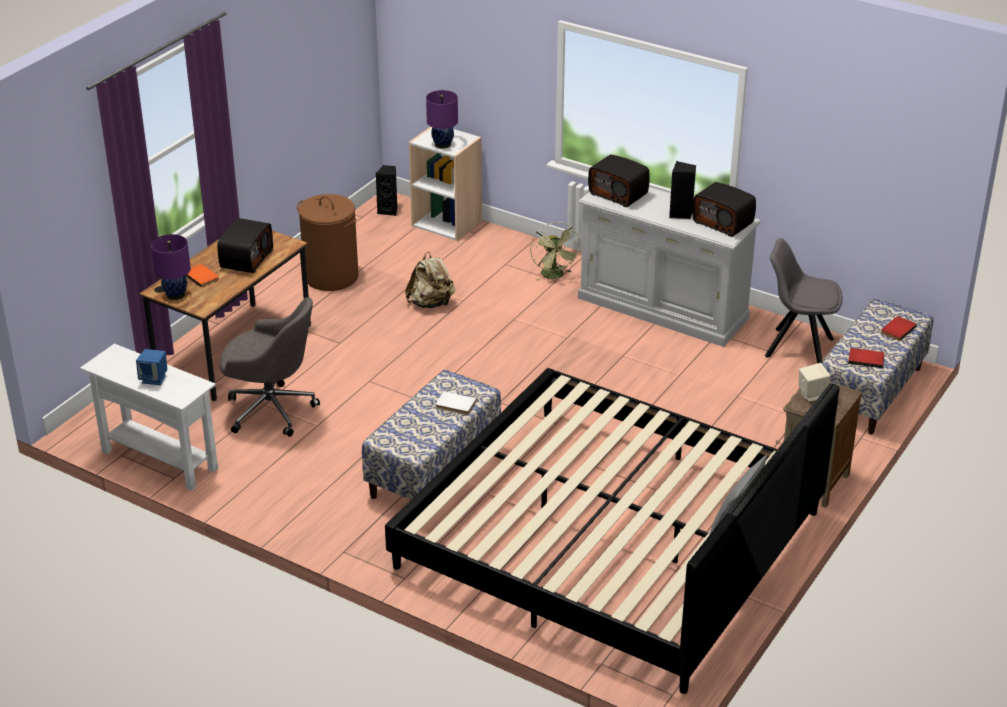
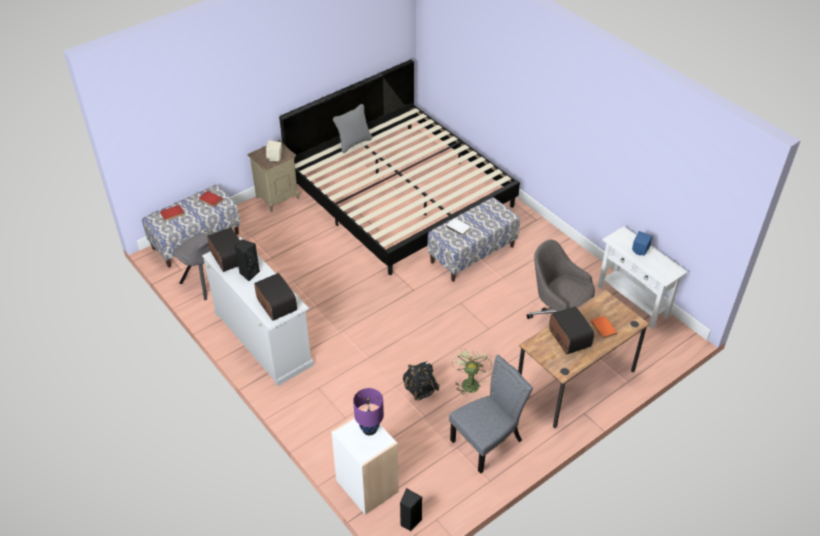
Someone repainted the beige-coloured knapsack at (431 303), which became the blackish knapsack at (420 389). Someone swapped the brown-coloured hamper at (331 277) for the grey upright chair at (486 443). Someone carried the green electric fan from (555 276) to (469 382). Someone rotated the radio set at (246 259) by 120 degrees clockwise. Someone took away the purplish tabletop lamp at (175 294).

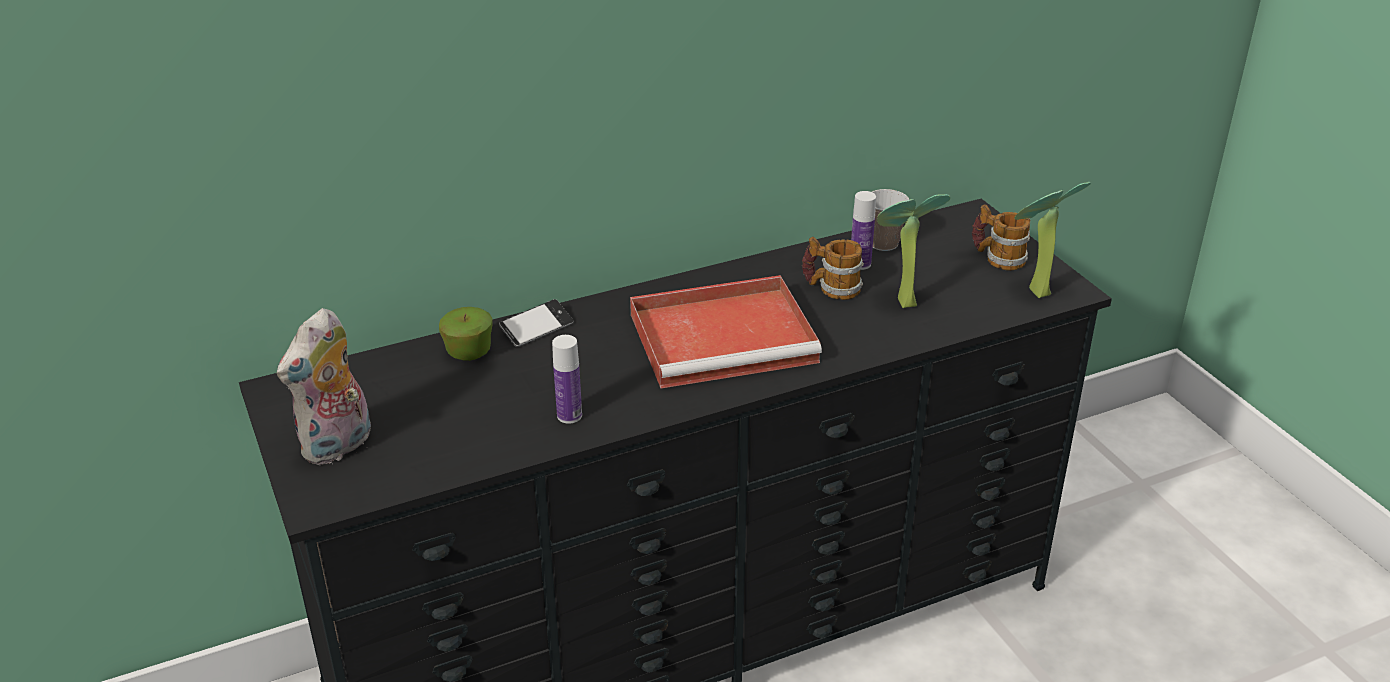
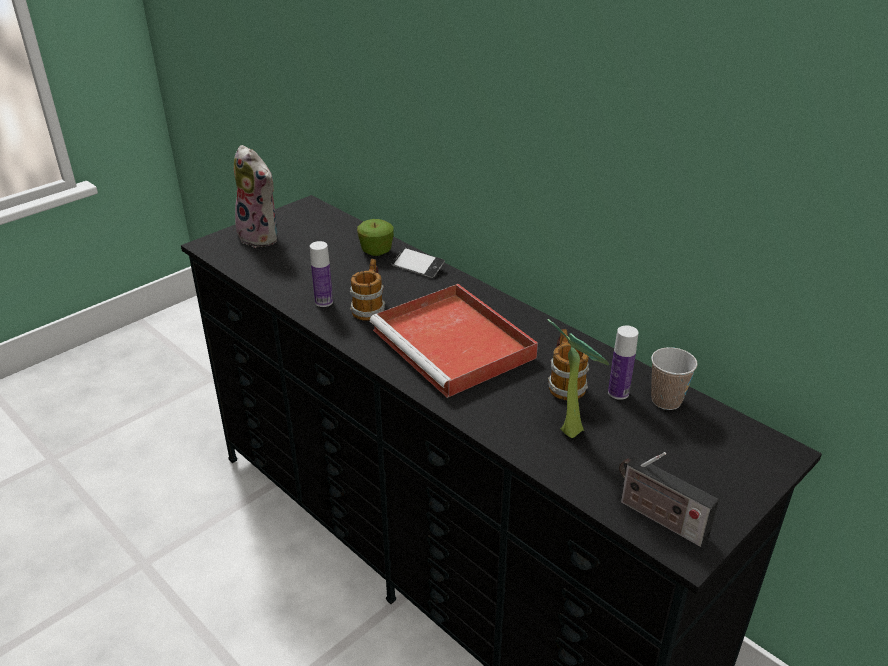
Someone rotated the plush toy at (338 446) by 150 degrees counterclockwise. Someone carried the coffee mug from (997 258) to (370 308). Someone swapped the plant in a pot at (1033 292) for the radio set at (658 518).

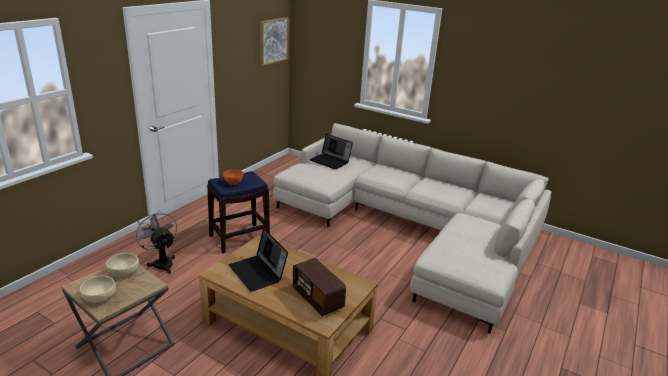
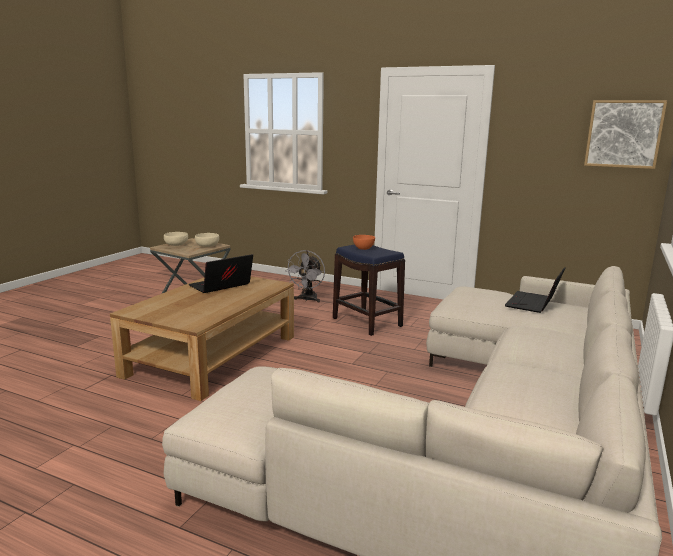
Someone rotated the grey electric fan at (161 262) by 150 degrees clockwise. Someone took away the radio set at (317 299).

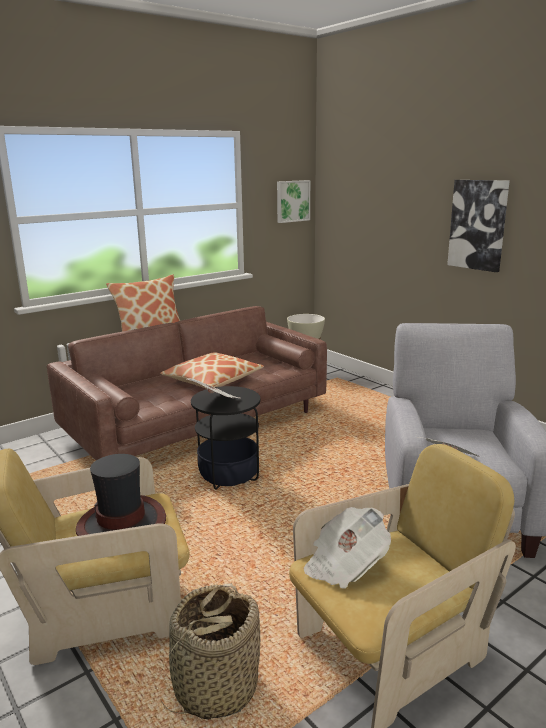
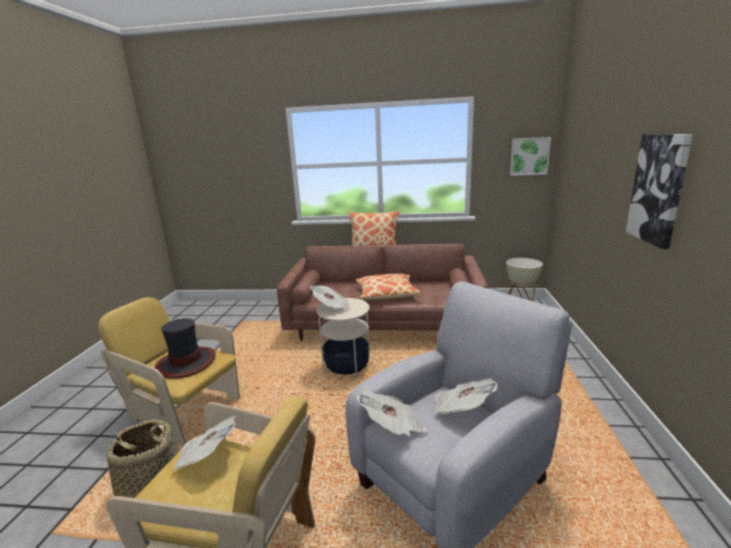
Someone repainted the blackish end table at (229 476), which became the beige-coloured end table at (347 366). Someone put down the newspaper at (461 409).

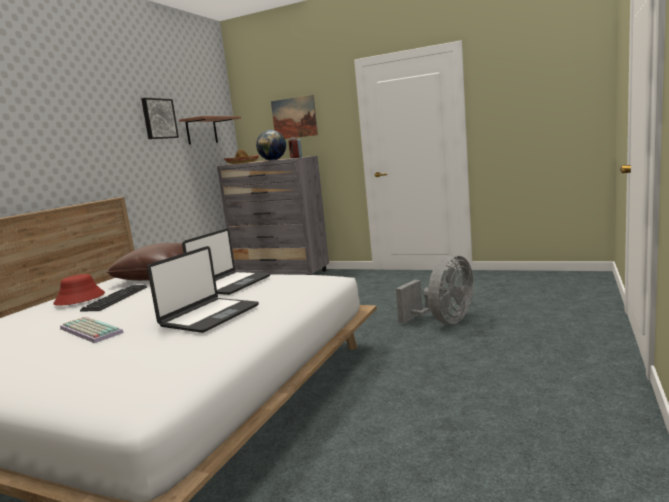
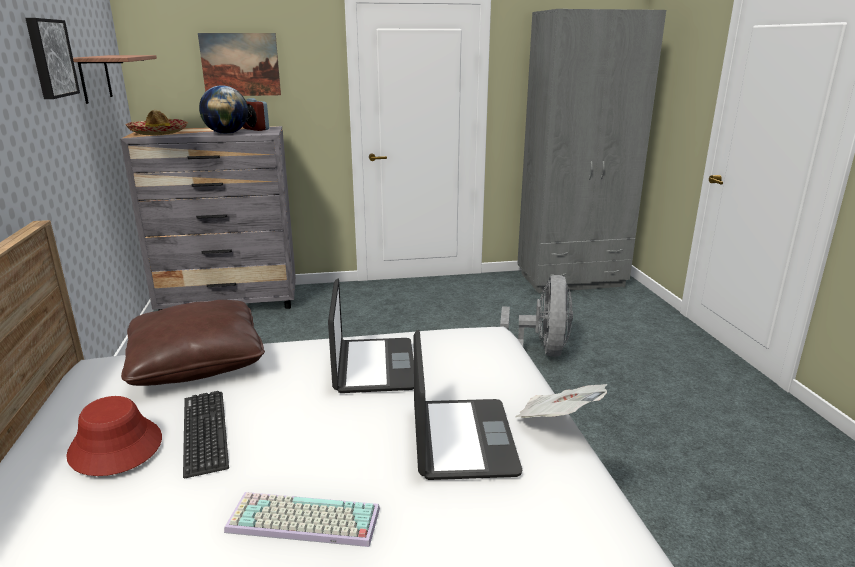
Someone put down the newspaper at (558 421). Someone put down the grey armoire at (572 280).

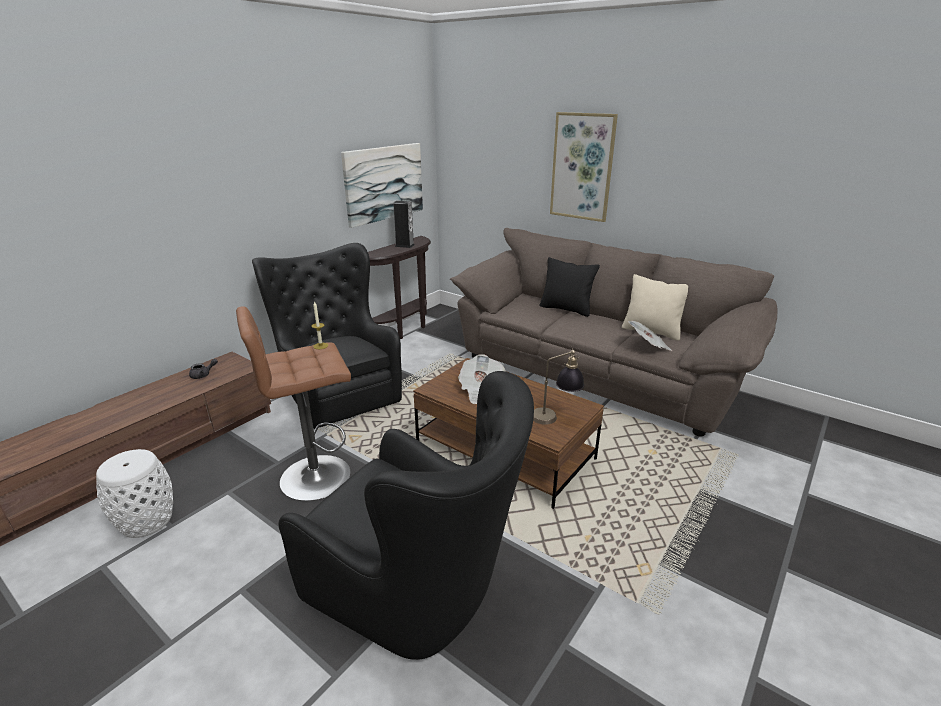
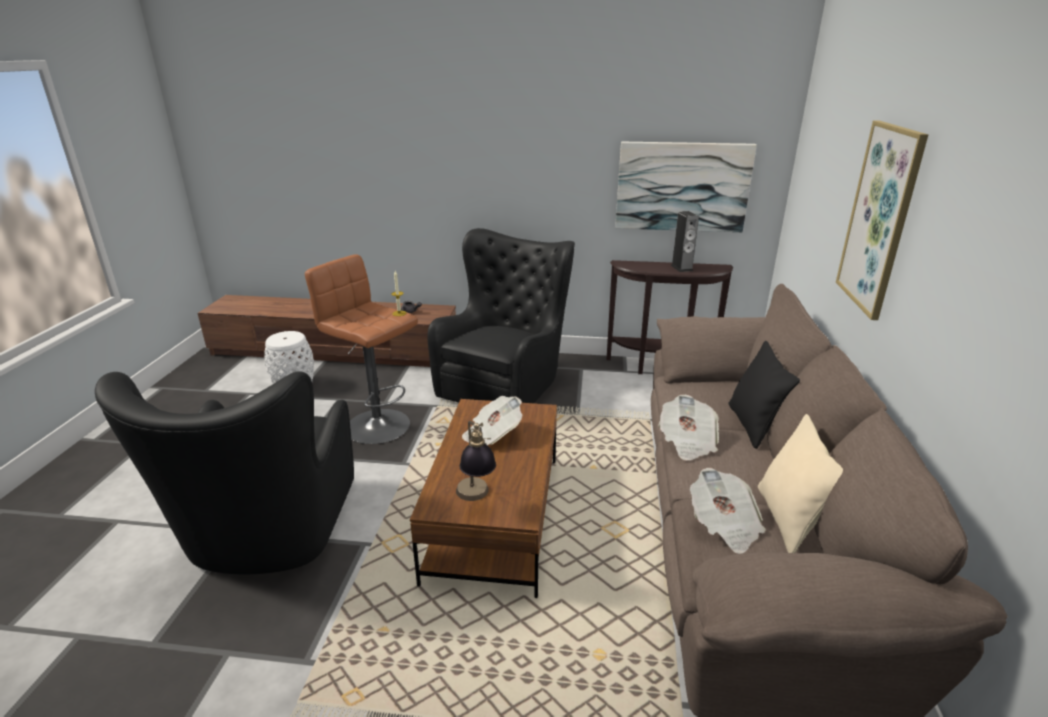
Someone put down the newspaper at (687 442).

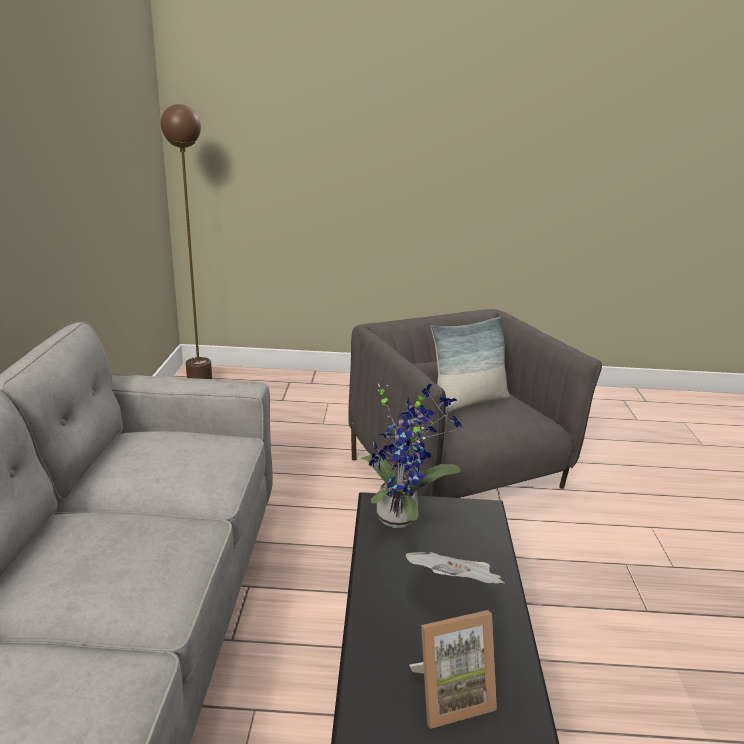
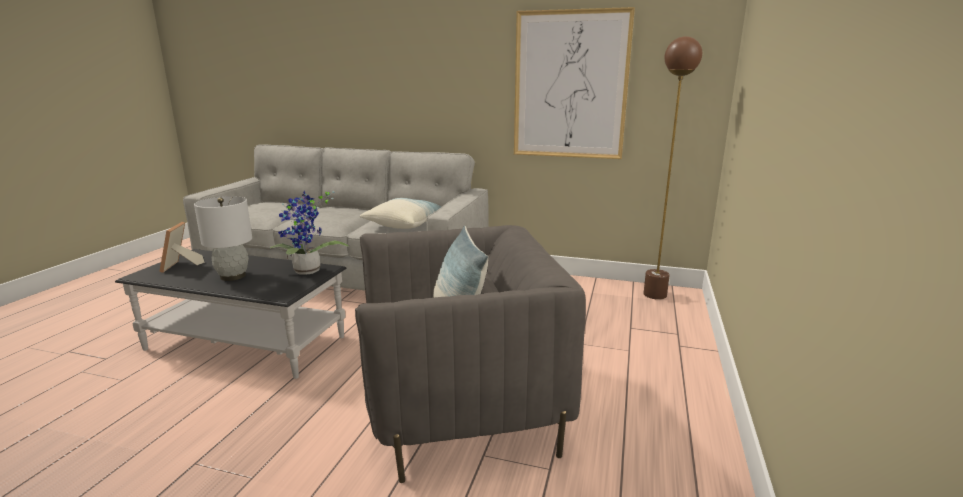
Someone swapped the newspaper at (455 587) for the white tabletop lamp at (233 276). Someone put down the cushion at (405 224). Someone put up the wall picture at (570 86).

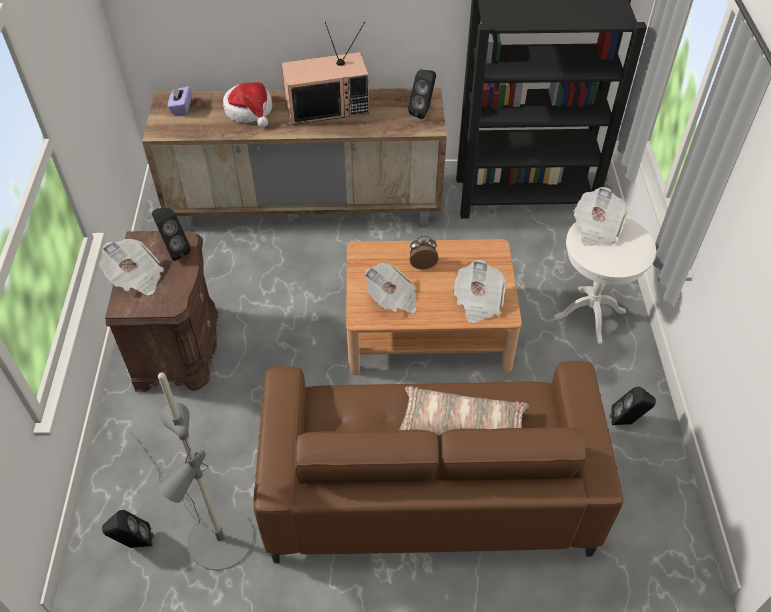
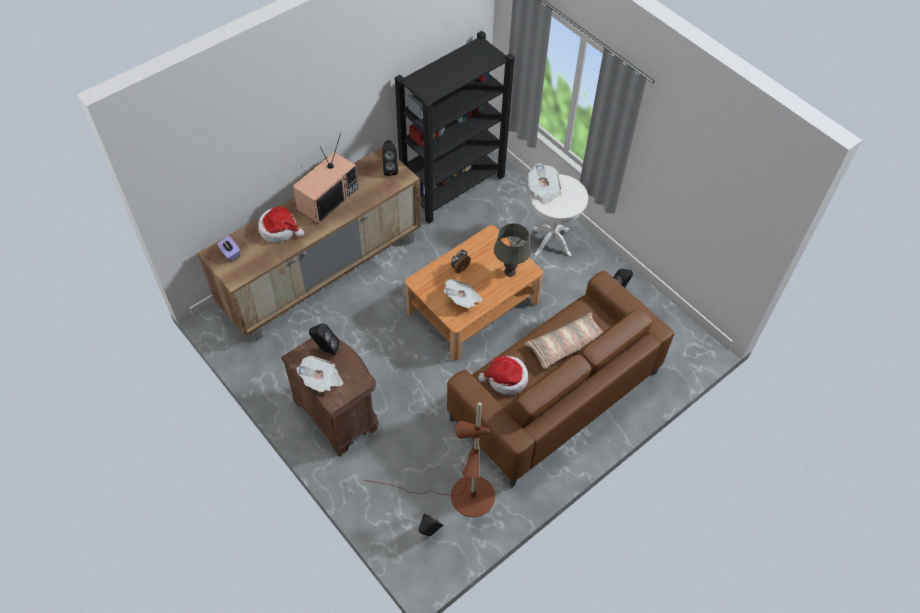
Someone repainted the grey floor lamp at (210 528), which became the brown-coloured floor lamp at (462 495). Someone put down the wearable hat at (506 379). Someone swapped the newspaper at (477 302) for the grey tabletop lamp at (510 272).

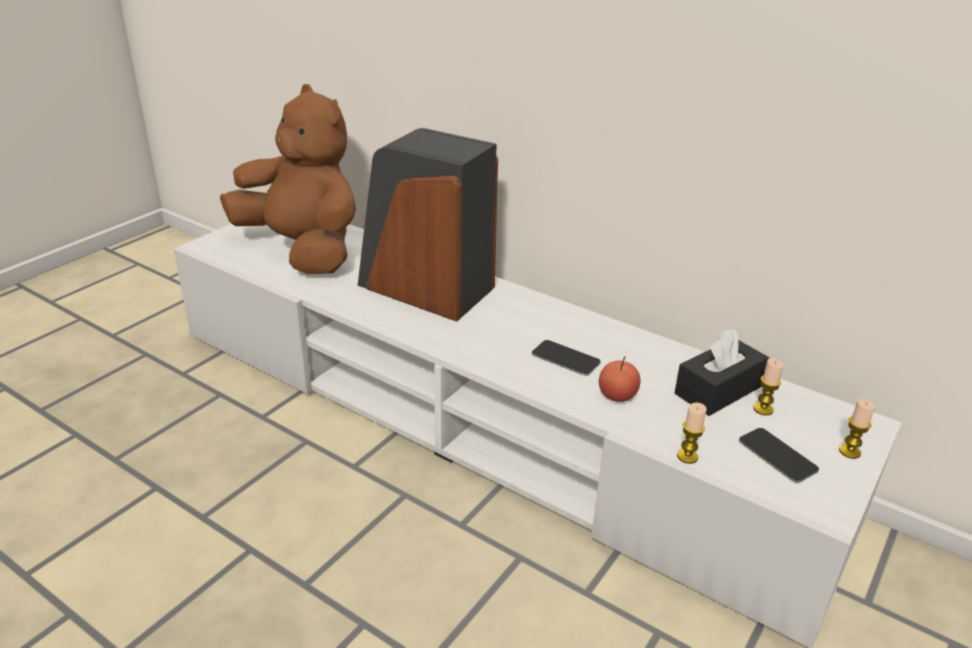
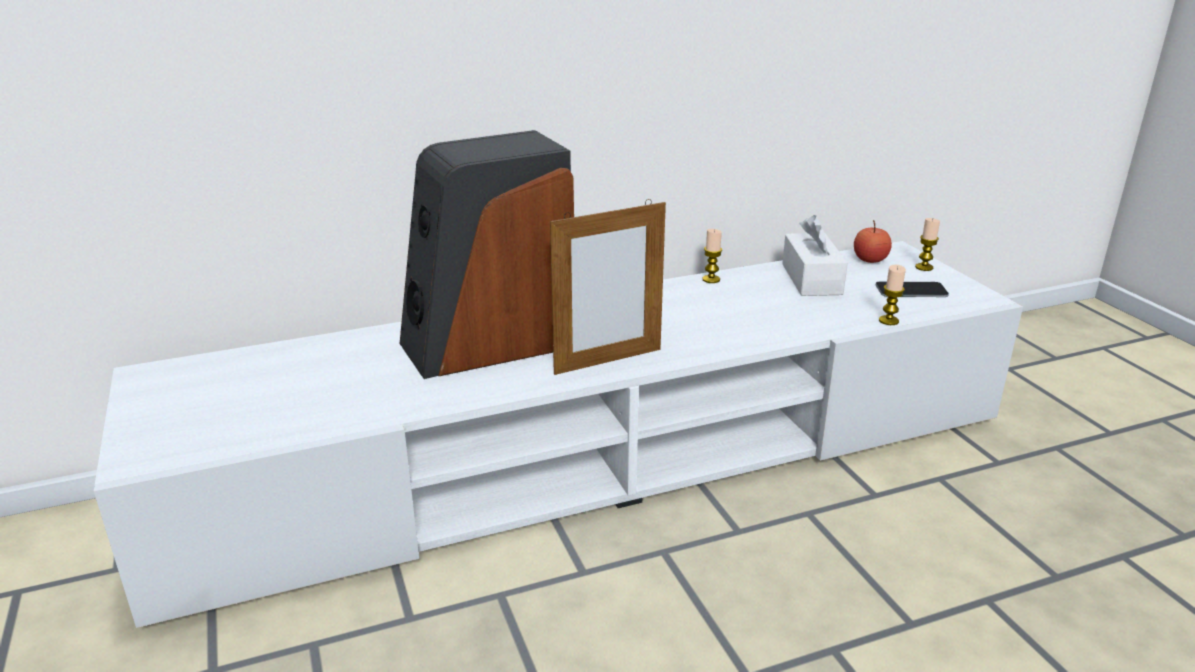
Someone put down the picture frame at (608 361). Someone carried the wax candle from (763 409) to (711 279). Someone repainted the blackish tissue holder at (718 390), which became the white tissue holder at (811 279). Someone carried the apple from (617 395) to (870 260). Someone took away the brown-coloured plush toy at (303 250). Someone took away the telephone at (565 358).

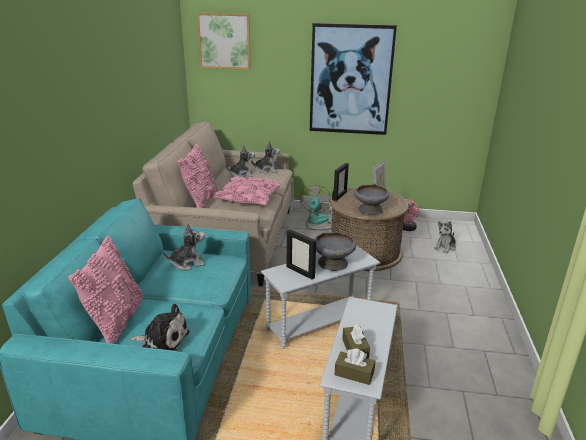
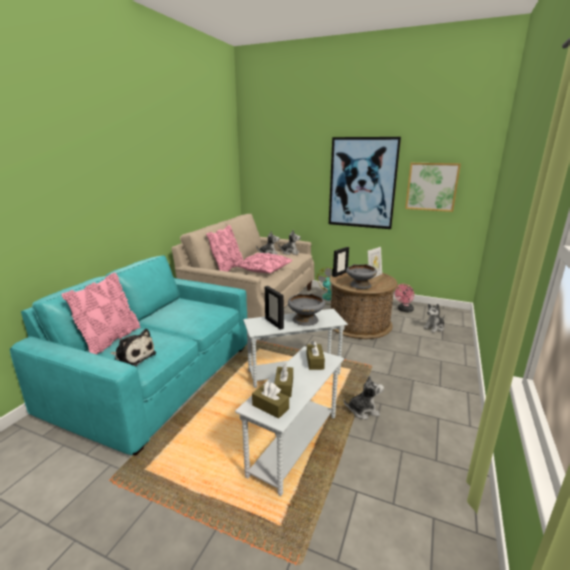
Someone put down the brown-coloured tissue holder at (315 361). Someone carried the plush toy from (187 263) to (363 411). Someone carried the wall picture from (224 41) to (431 186).

